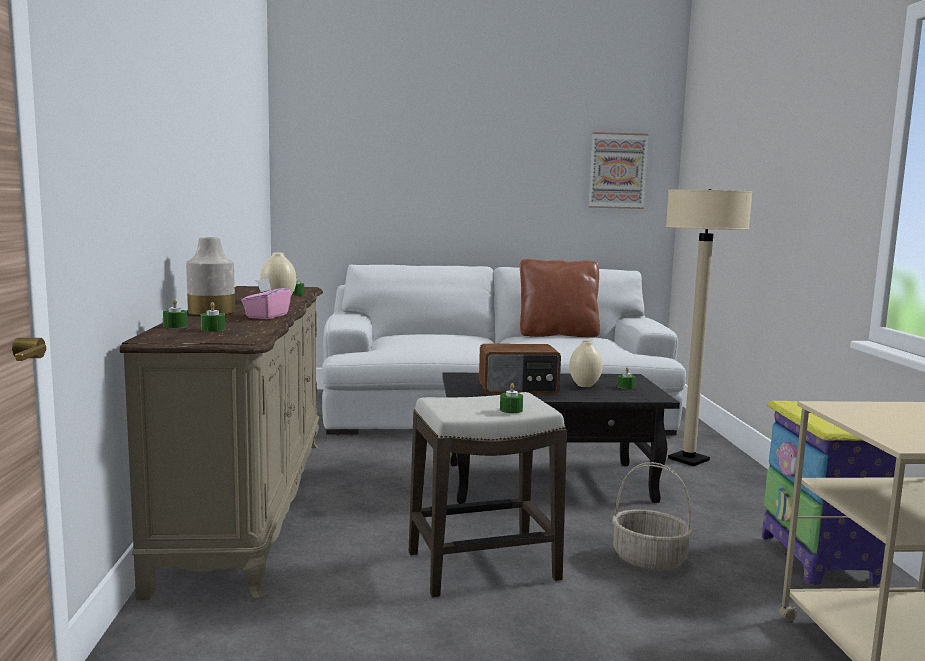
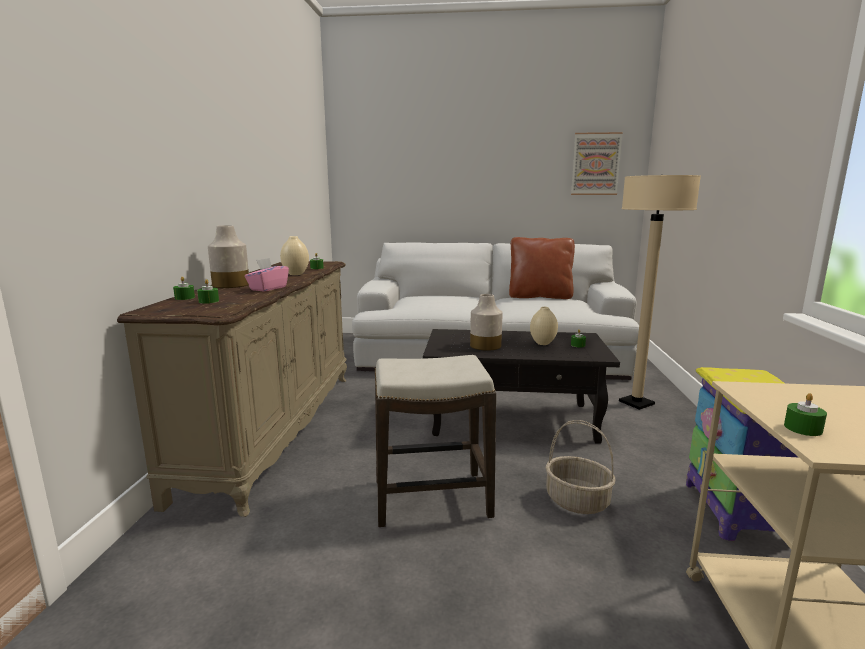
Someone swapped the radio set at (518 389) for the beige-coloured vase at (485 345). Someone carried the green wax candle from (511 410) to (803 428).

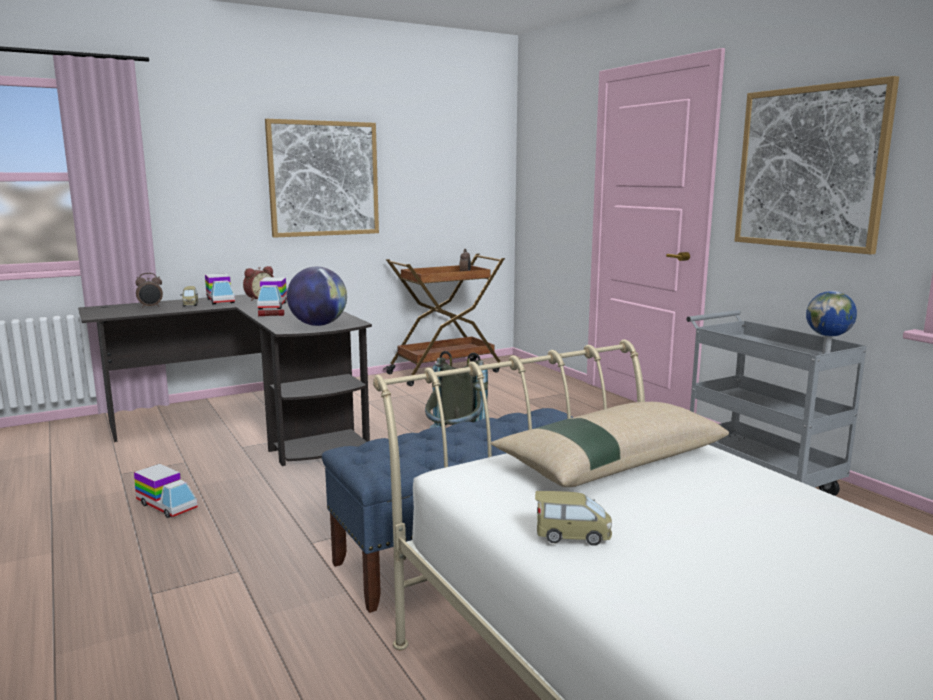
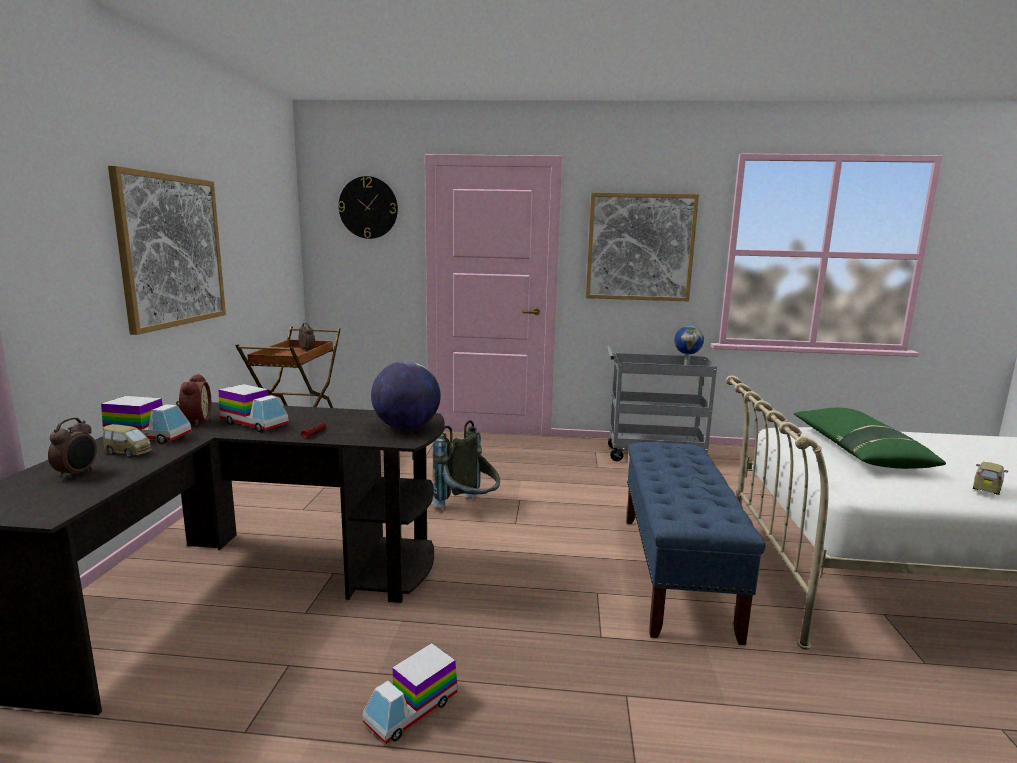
Someone put up the hanging clock at (368 207). Someone rotated the model truck at (167 506) by 150 degrees clockwise. Someone repainted the beige-coloured cushion at (610 461), which became the green cushion at (857 450).

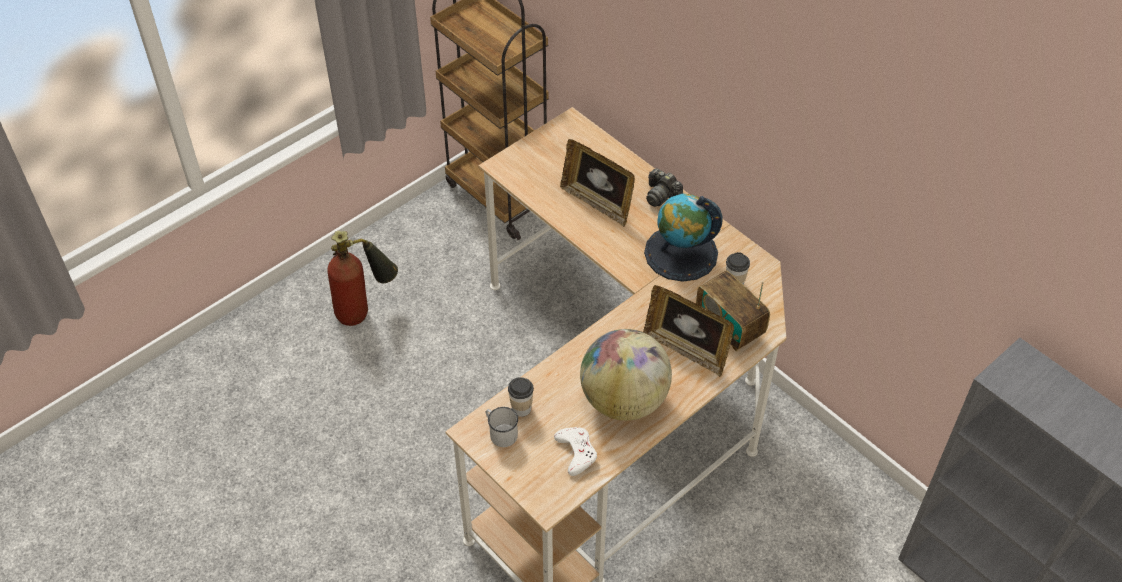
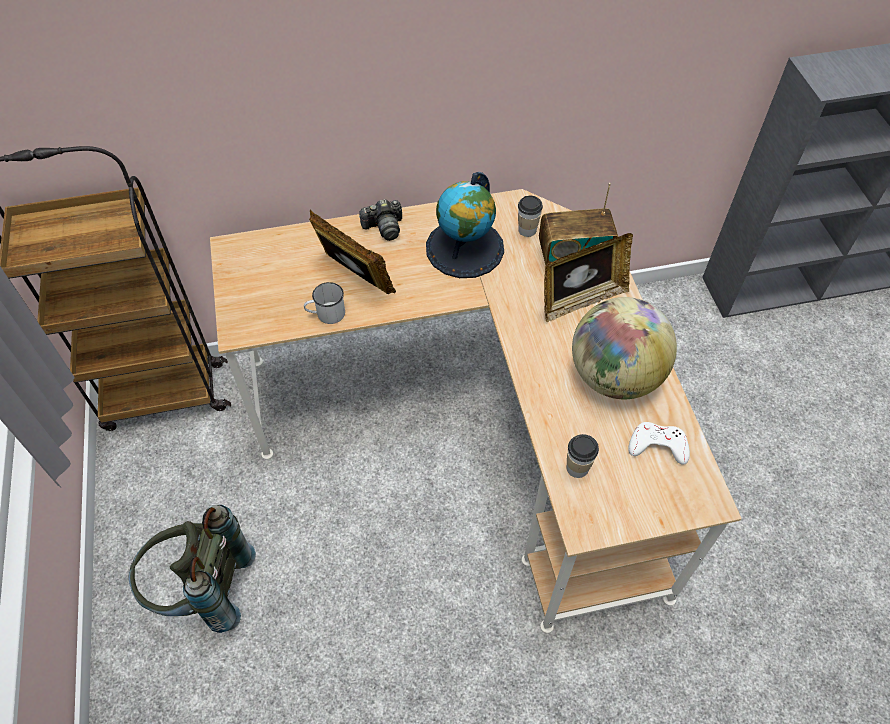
Someone swapped the extinguisher at (365 309) for the grey knapsack at (202 591). Someone carried the white coffee mug from (500 433) to (326 314). Someone rotated the picture frame at (597 203) by 120 degrees counterclockwise.

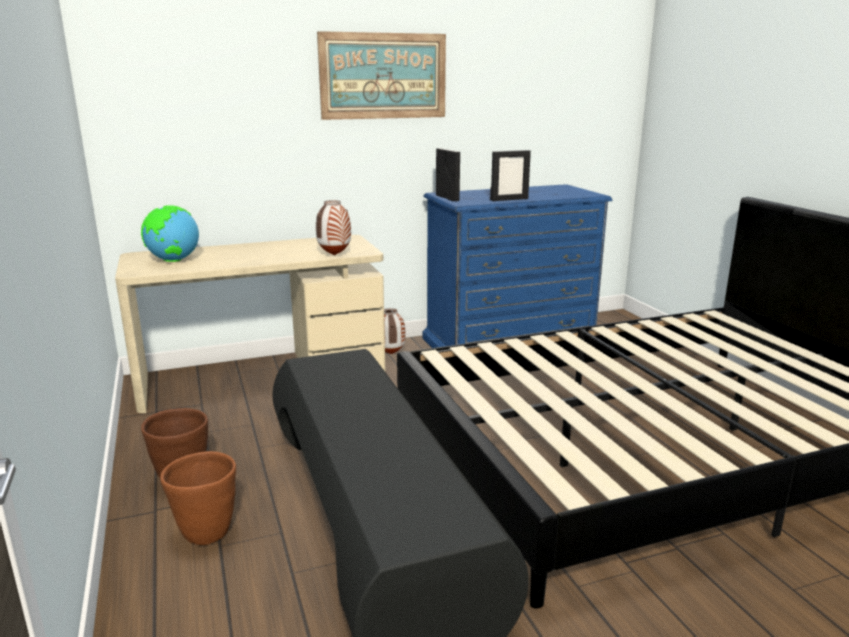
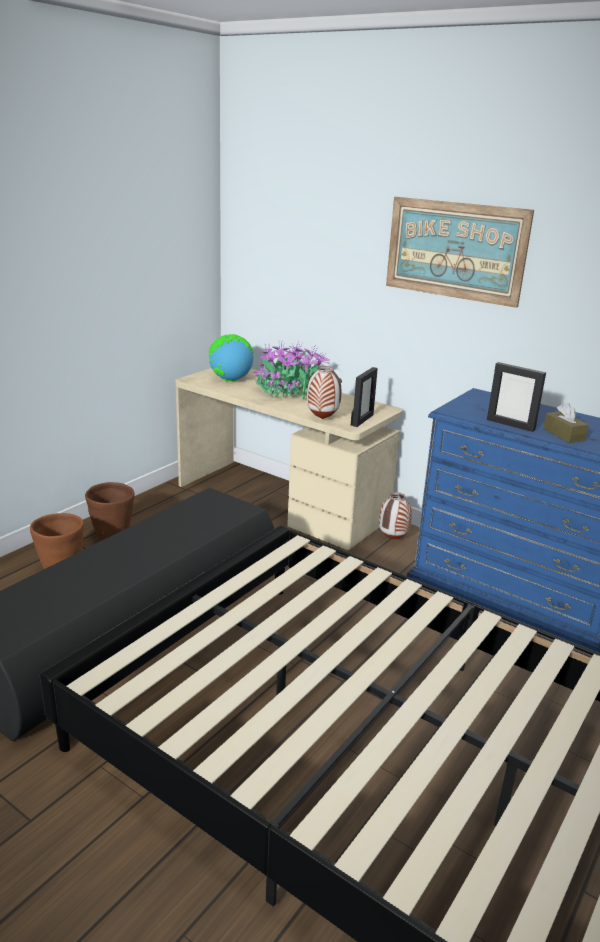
Someone put down the plant in a pot at (289 392). Someone carried the picture frame from (446 198) to (362 420). Someone put down the brown-coloured tissue holder at (563 434).

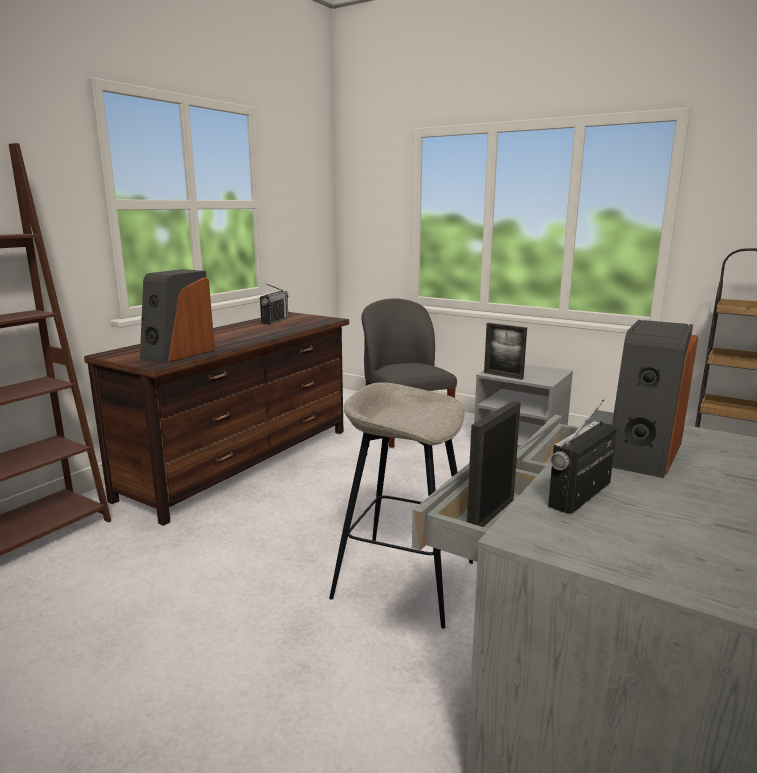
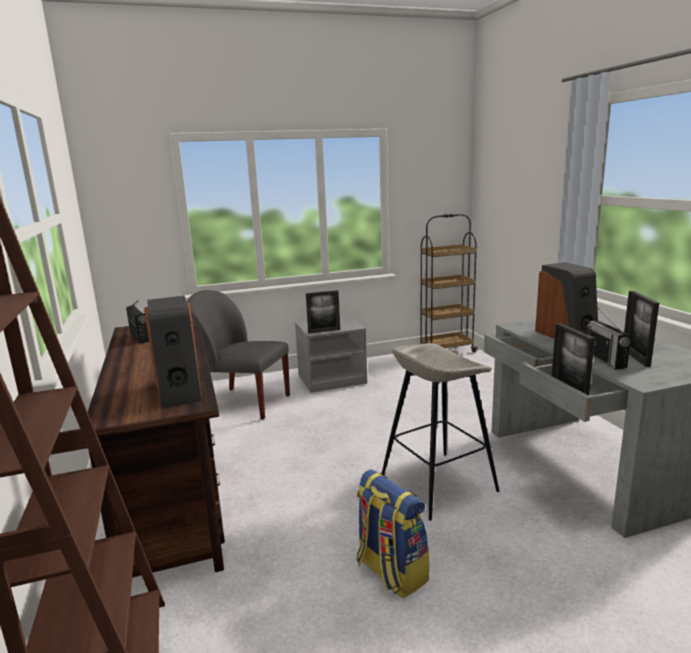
Someone put down the knapsack at (390 572). Someone put down the picture frame at (635 357).

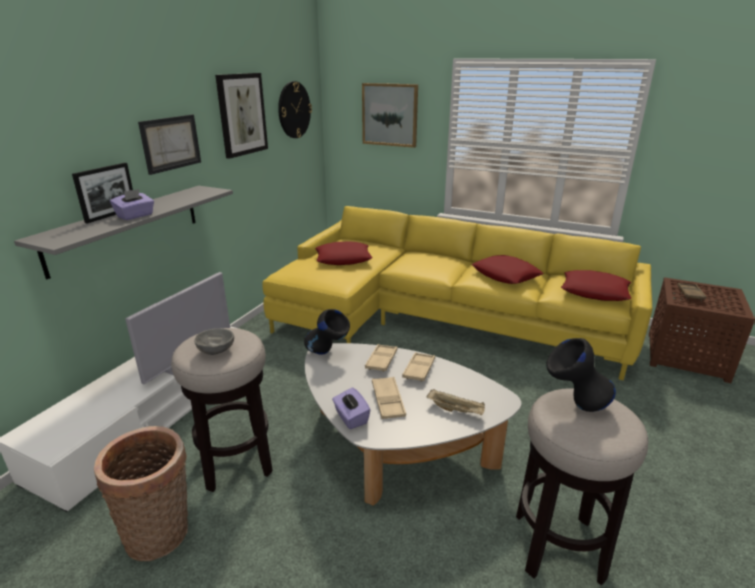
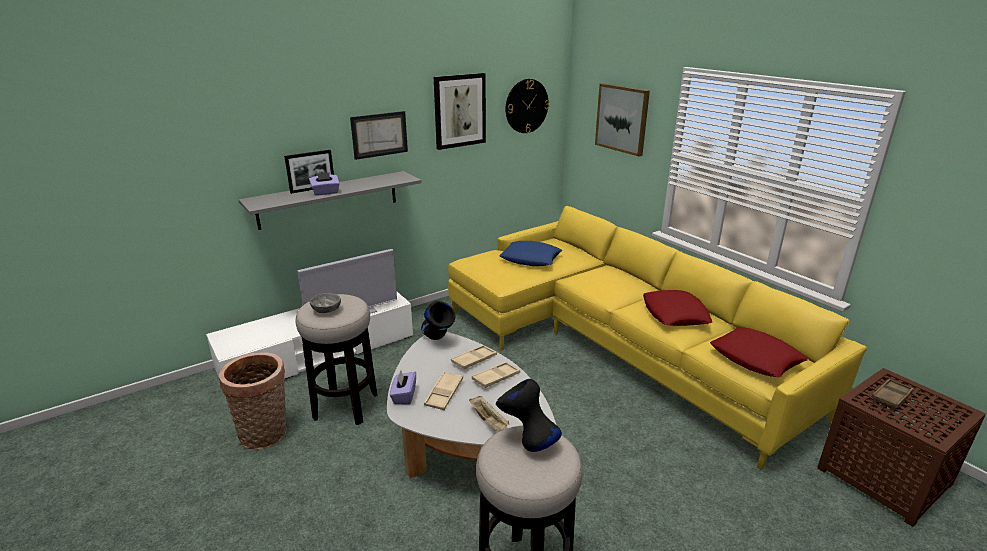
Someone repainted the red cushion at (343 259), which became the blue-coloured cushion at (530 259).

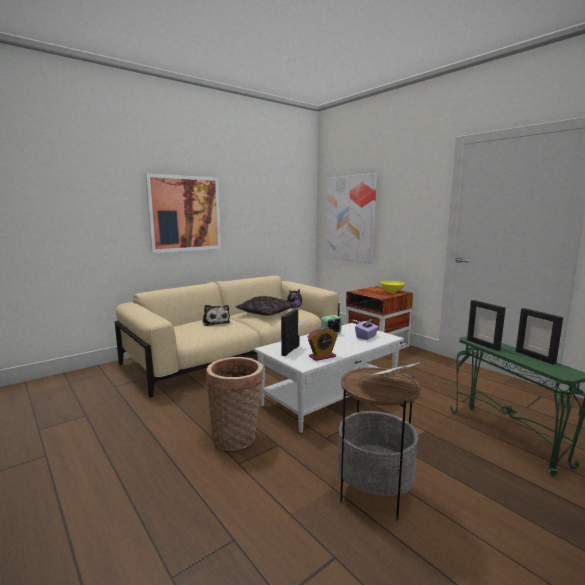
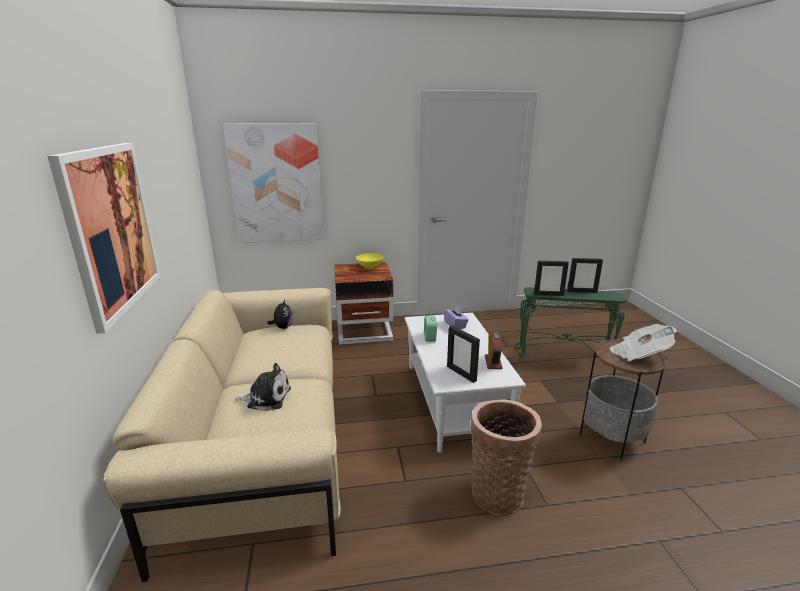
Someone took away the blackish cushion at (266 313).

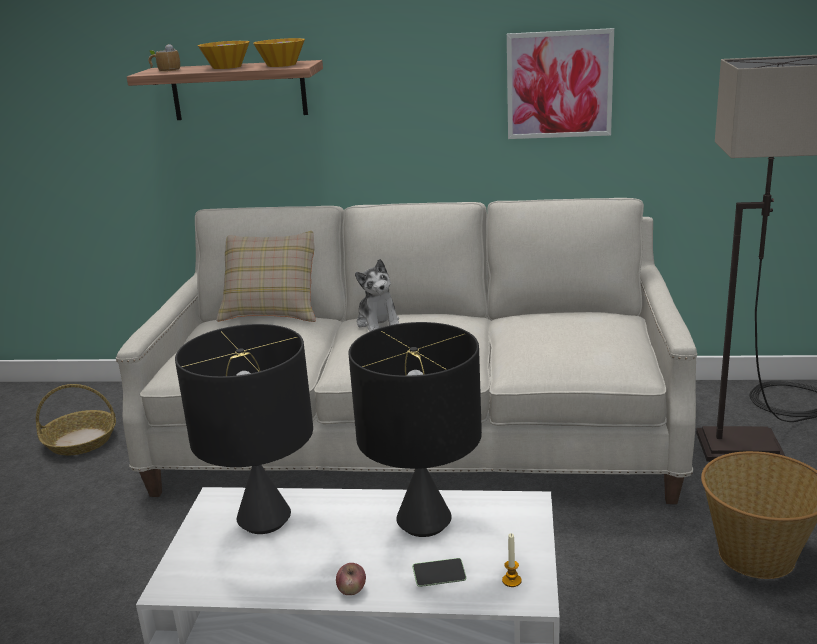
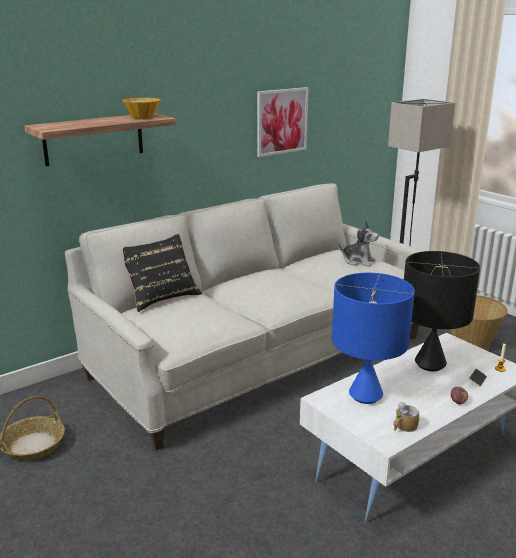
Someone repainted the beige-coloured cushion at (272 312), which became the blackish cushion at (161 297). Someone repainted the blackish tabletop lamp at (265 521), which became the blue-coloured tabletop lamp at (365 396). Someone carried the plush toy from (378 323) to (358 261). Someone carried the coffee mug from (165 70) to (403 427). Someone took away the bowl at (227 67).

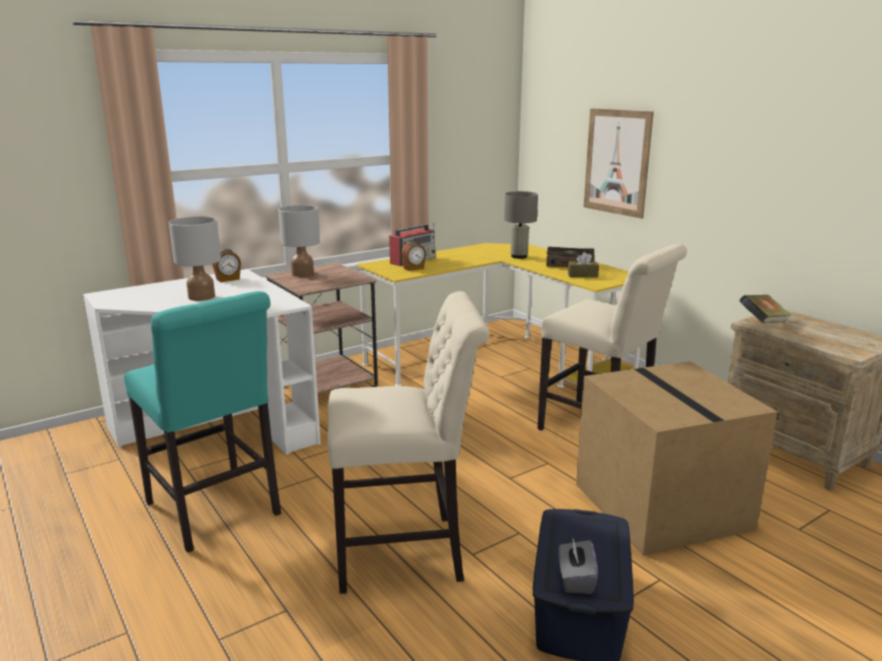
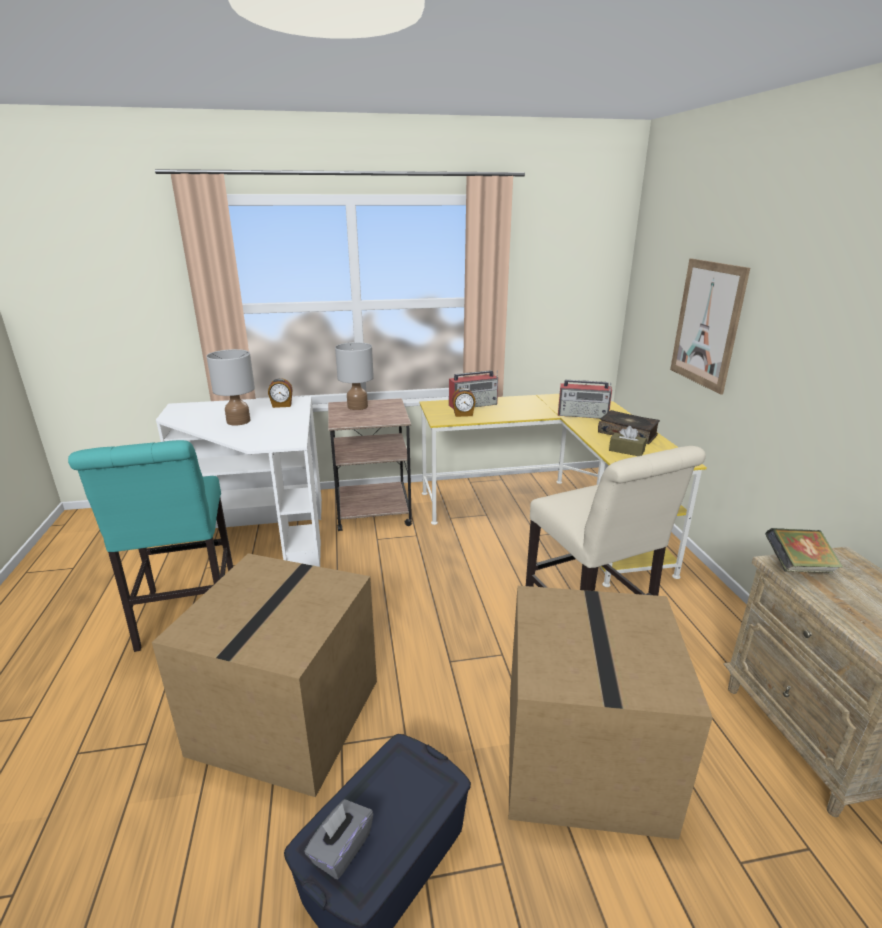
Someone swapped the beige-coloured stool at (407 553) for the packing box at (287 718). Someone swapped the grey tabletop lamp at (519 256) for the radio set at (583 415).

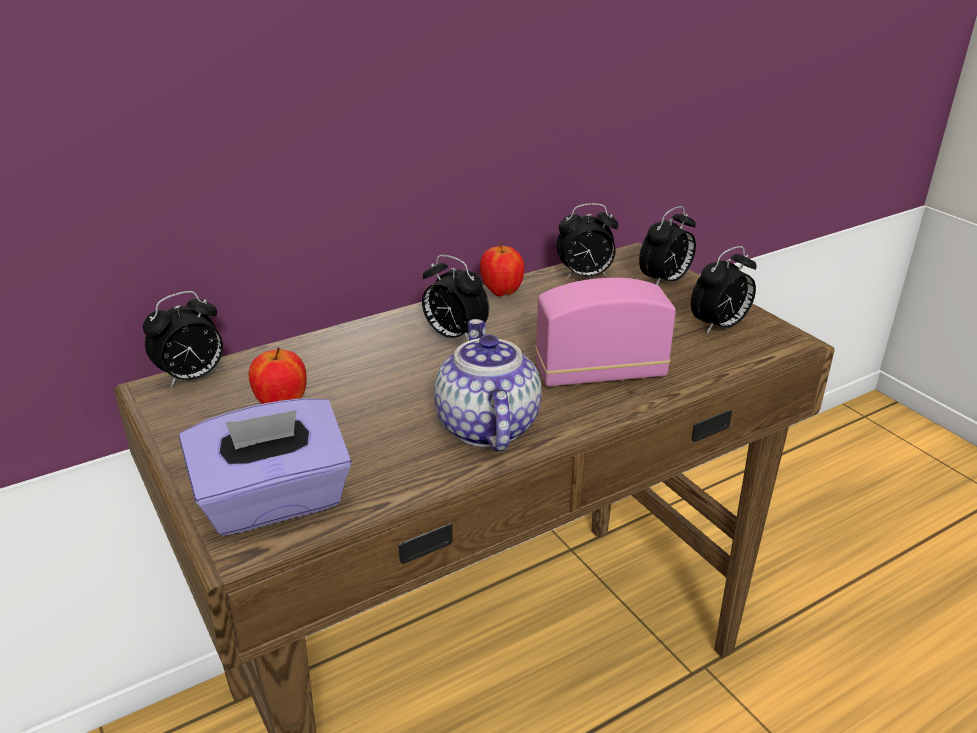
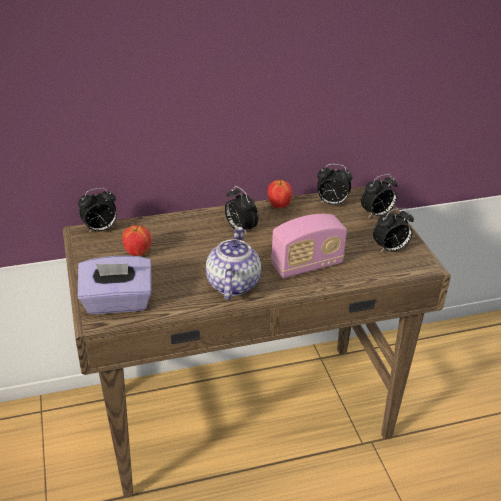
Someone rotated the radio set at (600 372) by 150 degrees clockwise.

